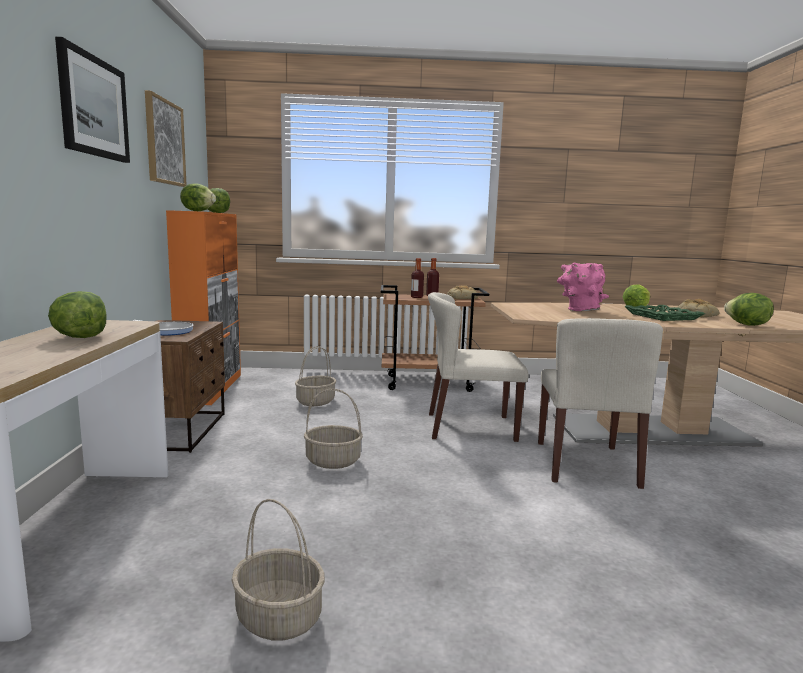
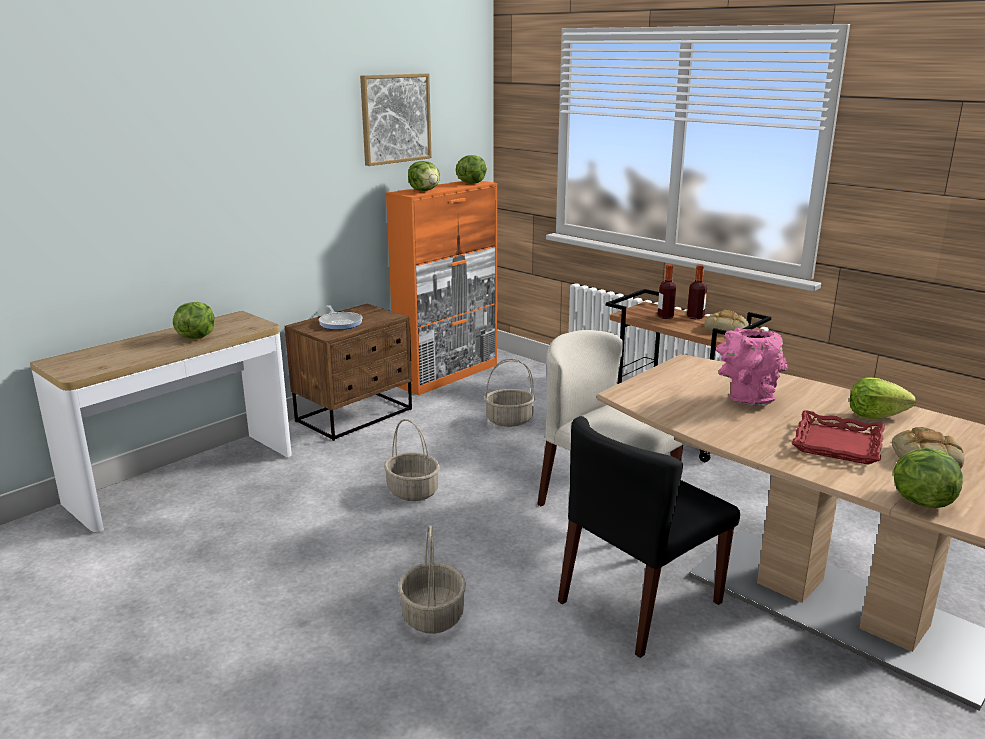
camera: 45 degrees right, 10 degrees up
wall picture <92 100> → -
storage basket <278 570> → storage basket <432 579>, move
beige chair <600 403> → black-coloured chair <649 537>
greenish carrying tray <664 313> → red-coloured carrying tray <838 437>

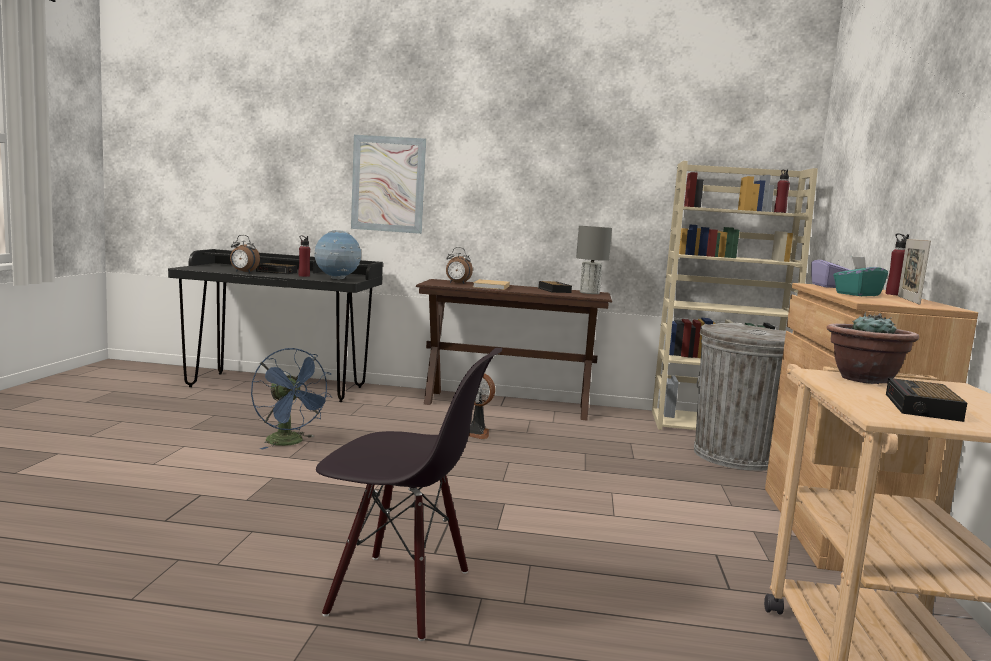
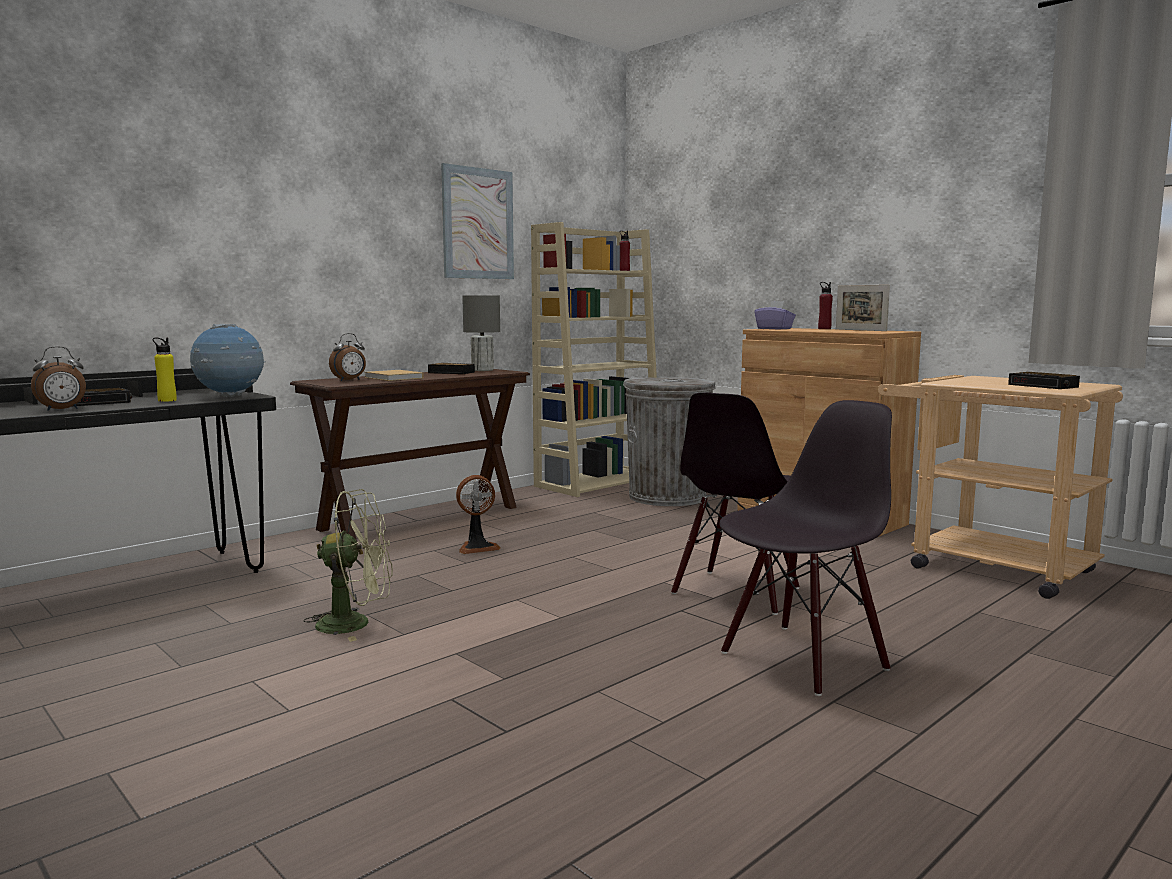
camera: 50 degrees left, 0 degrees up
plant in a pot <873 348> → -
turquoise tissue box <860 276> → -
- → black-coloured chair <735 504>
wall picture <388 184> → wall picture <477 221>, move
blue-coloured cooling fan <292 398> → greenish cooling fan <348 565>
red-coloured drink bottle <304 256> → yellowish drink bottle <164 370>

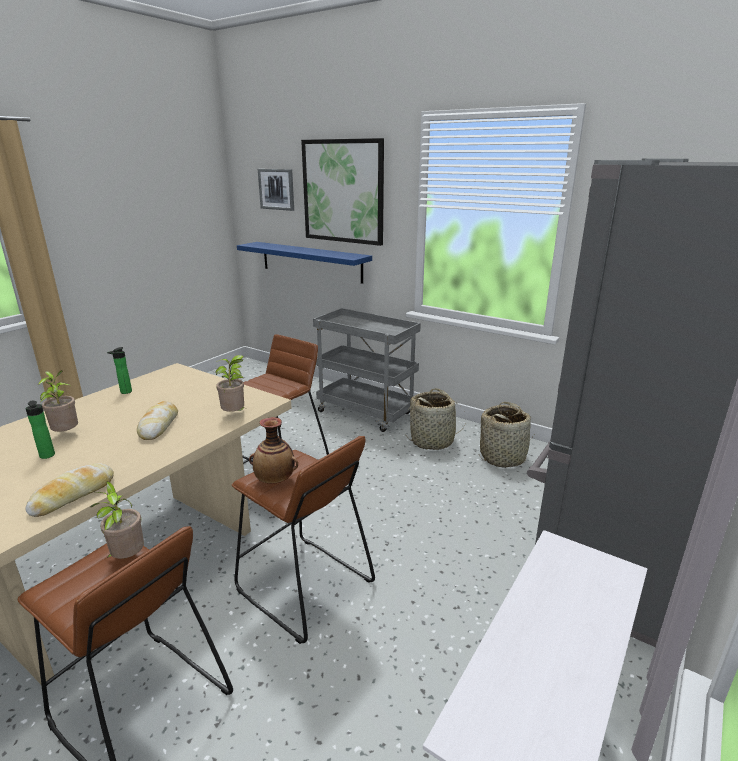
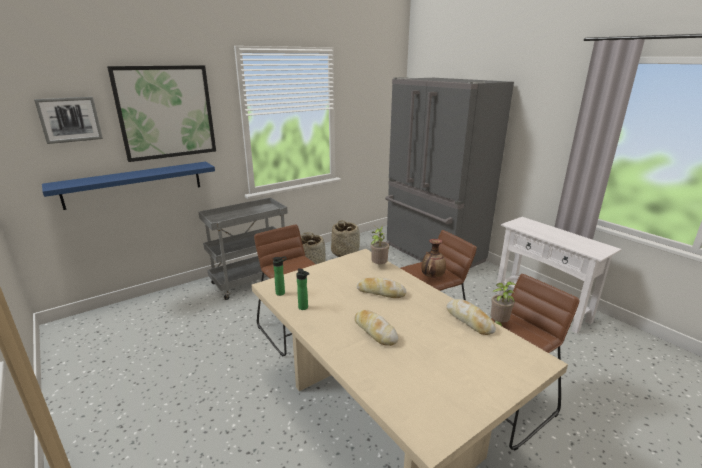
camera: 70 degrees left, 0 degrees up
drink bottle <40 430> → drink bottle <280 276>, move
plant in a pot <58 401> → bread <376 328>

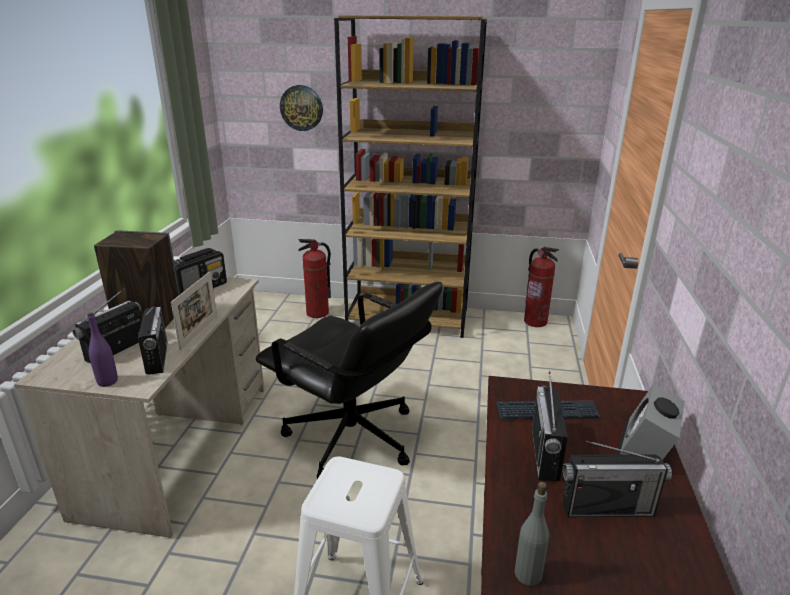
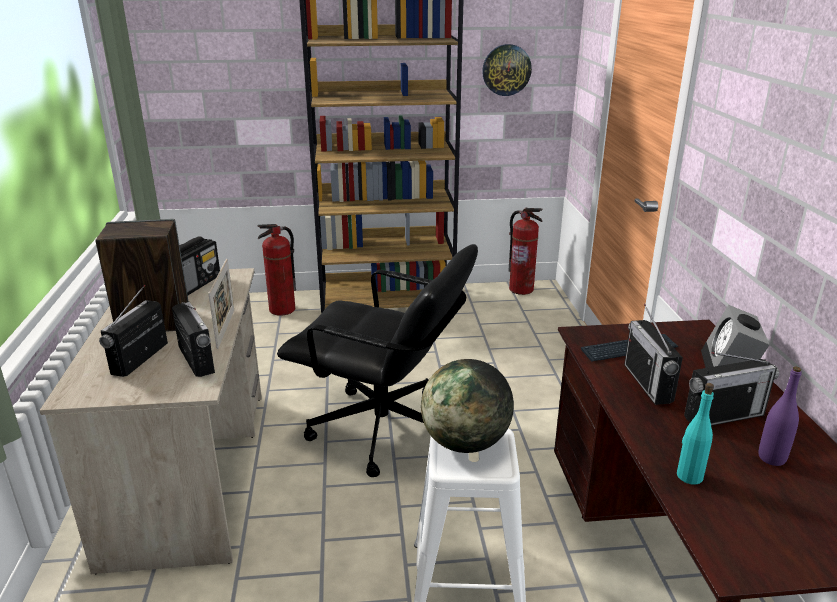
camera: 15 degrees left, 0 degrees up
- → world globe <467 406>
purplish drink bottle <102 349> → purplish drink bottle <779 416>, move
wall clock <301 108> → wall clock <507 70>, move
grey drink bottle <531 534> → turquoise drink bottle <695 434>

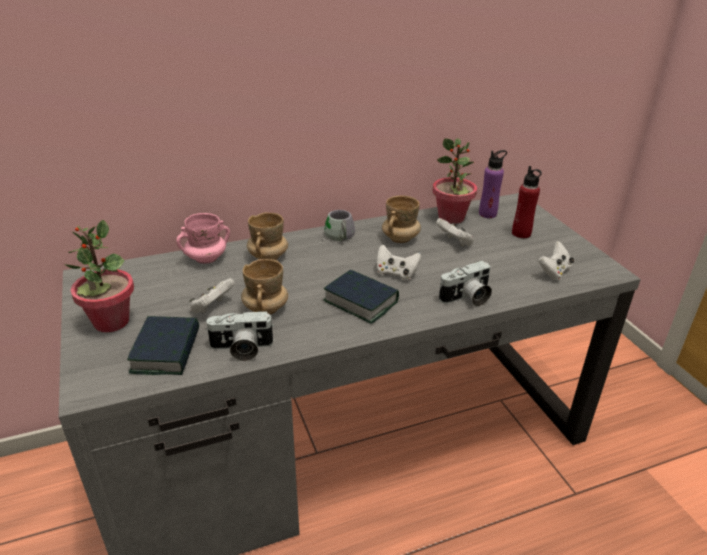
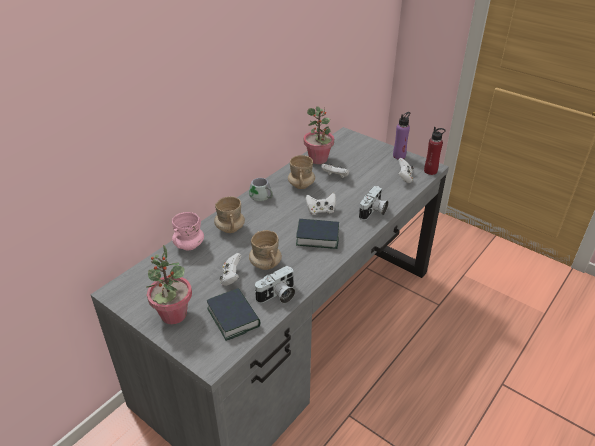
camera: 30 degrees left, 5 degrees up
purplish drink bottle <493 184> → purplish drink bottle <401 135>, move
red-coloured drink bottle <527 202> → red-coloured drink bottle <435 151>, move

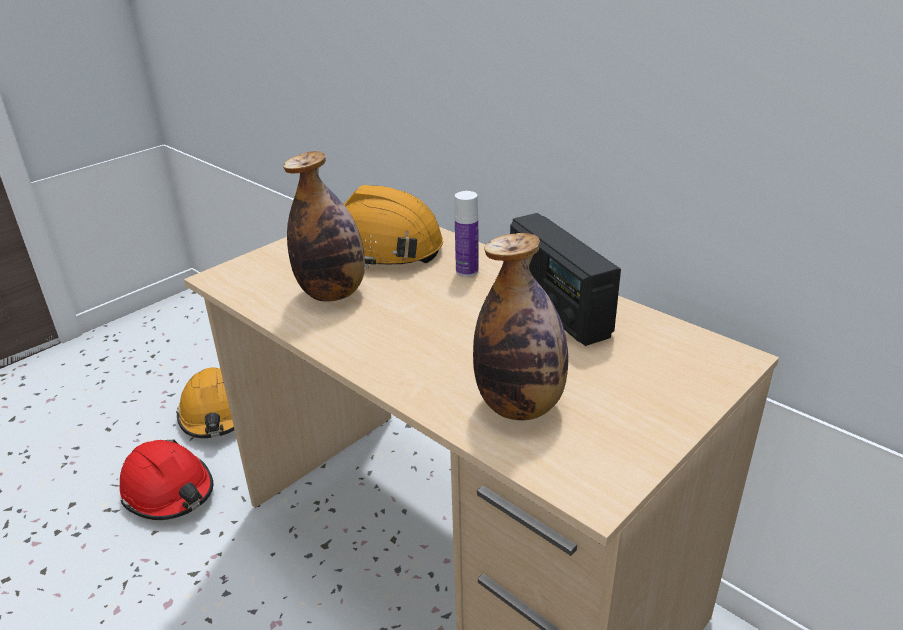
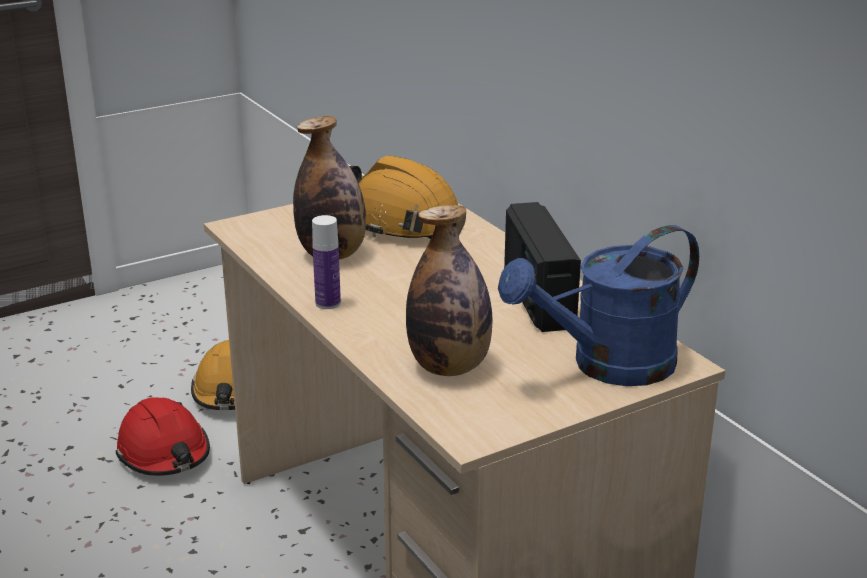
camera: 15 degrees right, 5 degrees down
- → blue-coloured watering can <598 305>
drink bottle <467 234> → drink bottle <326 262>, move

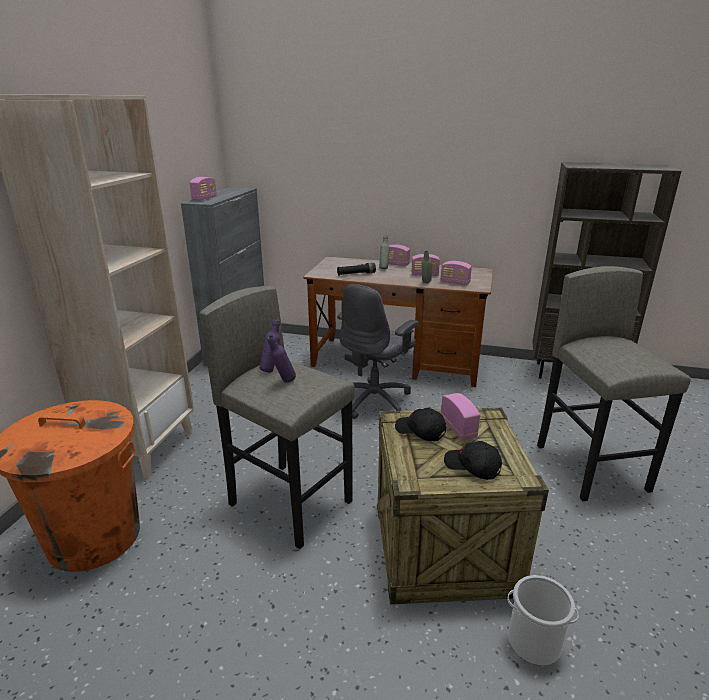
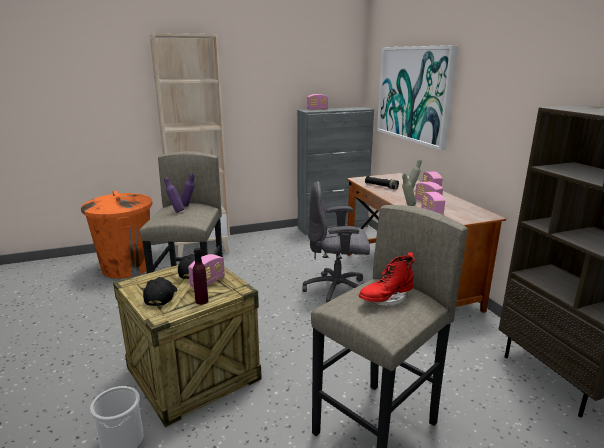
camera: 55 degrees right, 5 degrees down
- → purplish drink bottle <200 276>
- → red-coloured high-top boot <387 279>
- → wall picture <417 97>

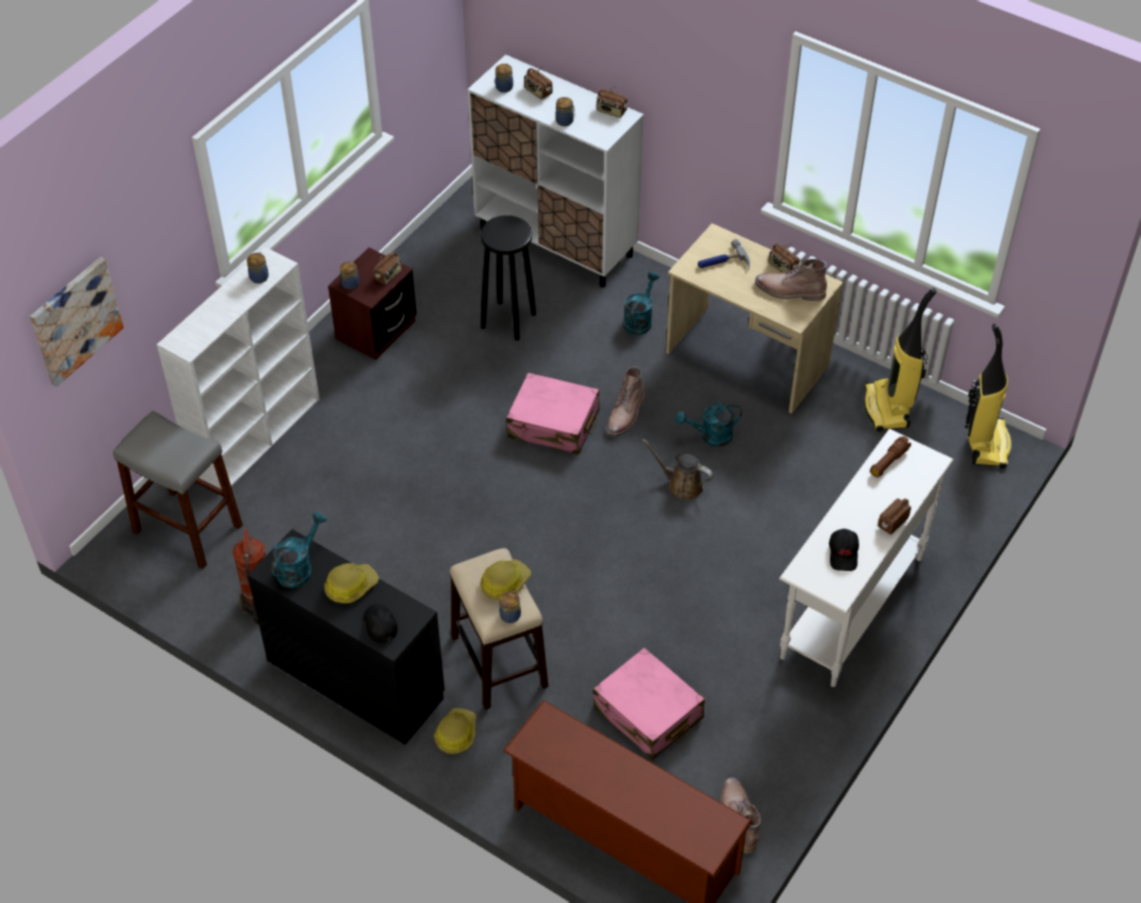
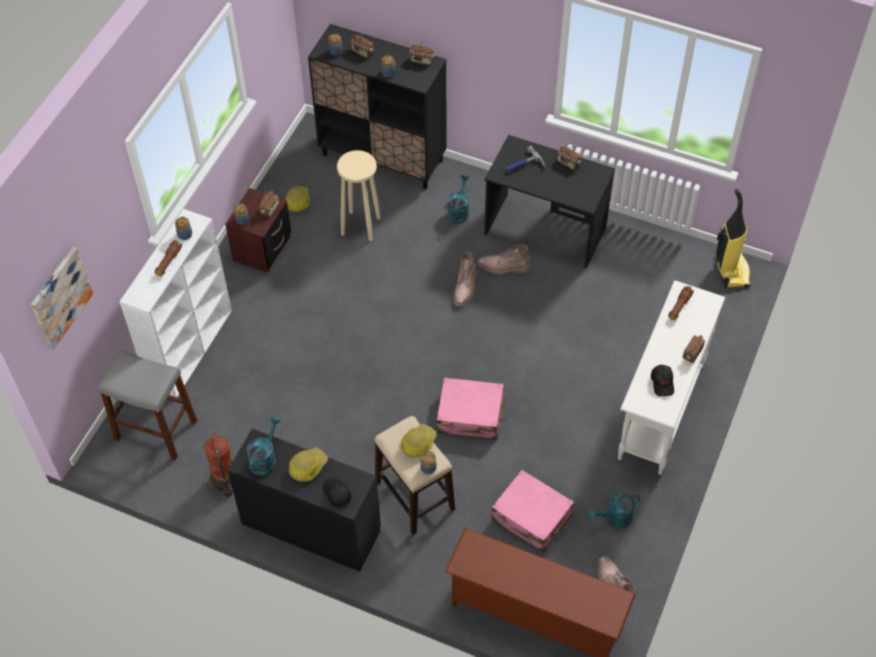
camera: 10 degrees left, 5 degrees up
brown-coloured watering can <677 469> → -
hoover <900 360> → -
- → brown-coloured hand torch <168 258>
safety helmet <455 731> → safety helmet <297 199>, move
pink piece of luggage <553 414> → pink piece of luggage <470 408>, move
turquoise watering can <709 425> → turquoise watering can <614 510>, move
brown-coloured high-top boot <791 280> → brown-coloured high-top boot <504 259>, move
white cabinet <556 171> → black-coloured cabinet <377 106>
black-coloured sitting stool <508 278> → beige sitting stool <359 195>
beige desk <754 318> → black-coloured desk <549 201>

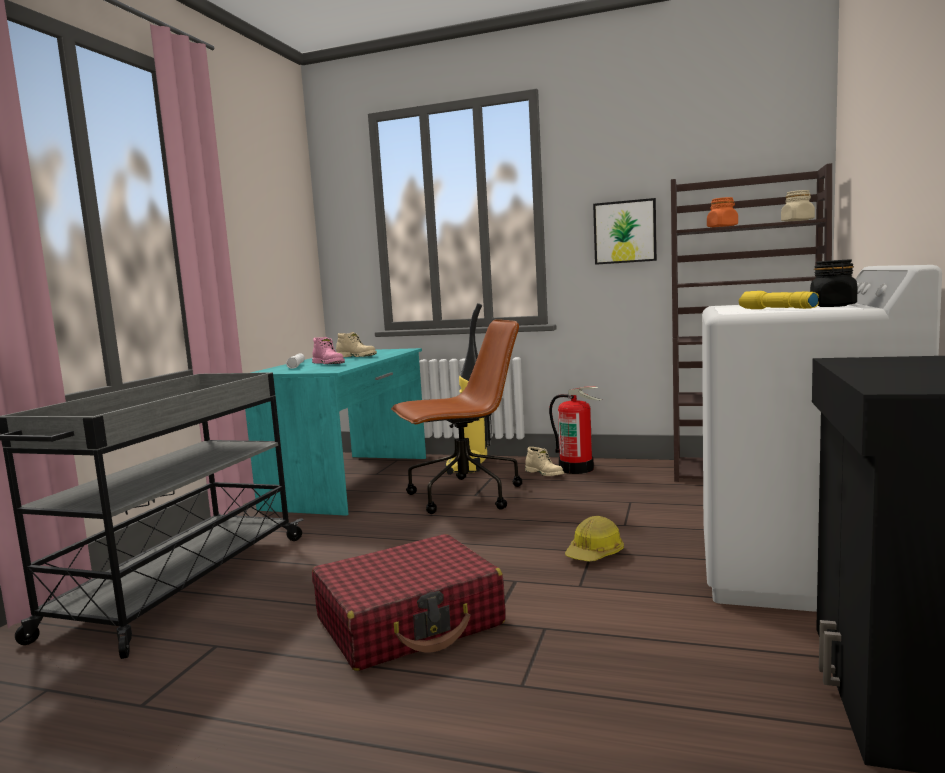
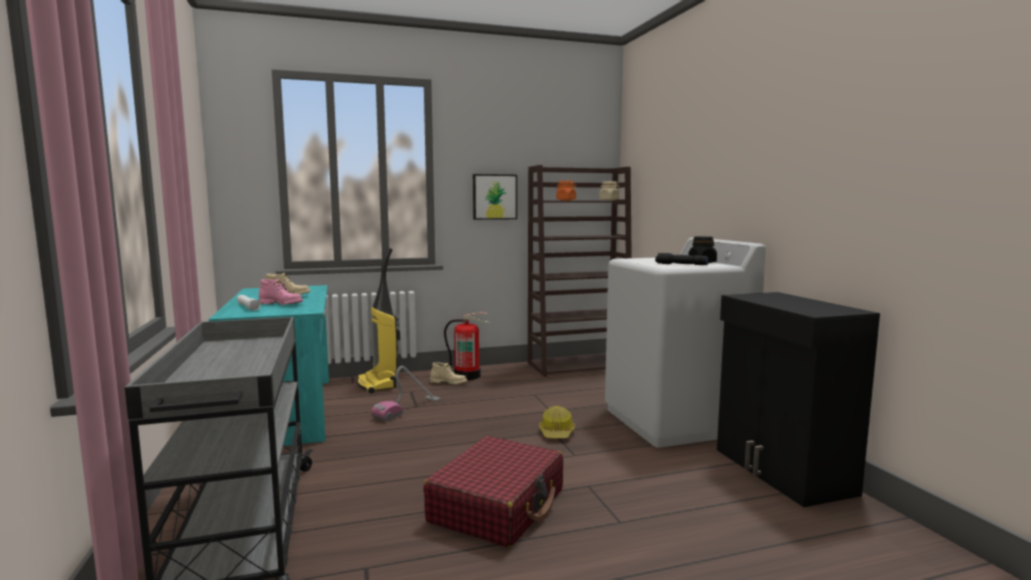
camera: 35 degrees left, 0 degrees up
brown-coloured office chair <456 416> → hoover <406 394>
yellowish hand torch <779 300> → black-coloured hand torch <681 259>

